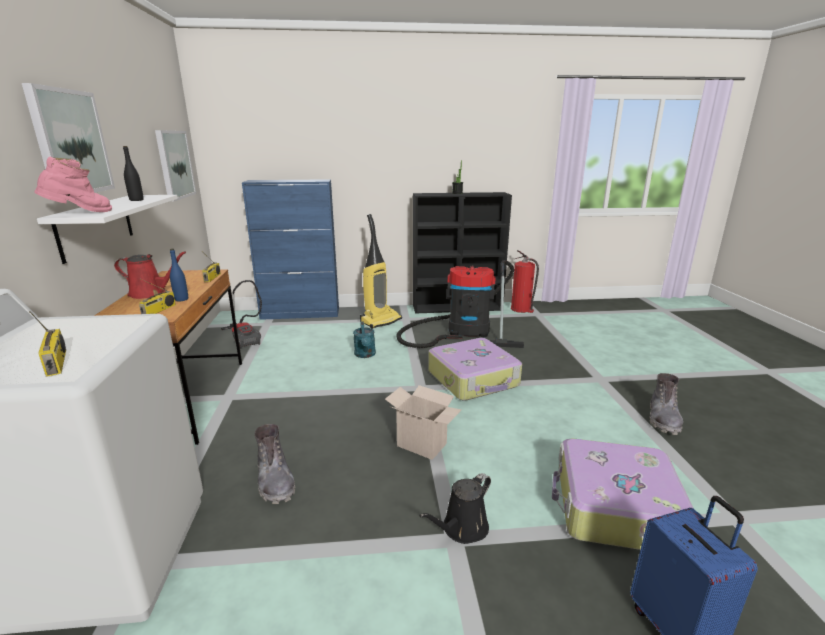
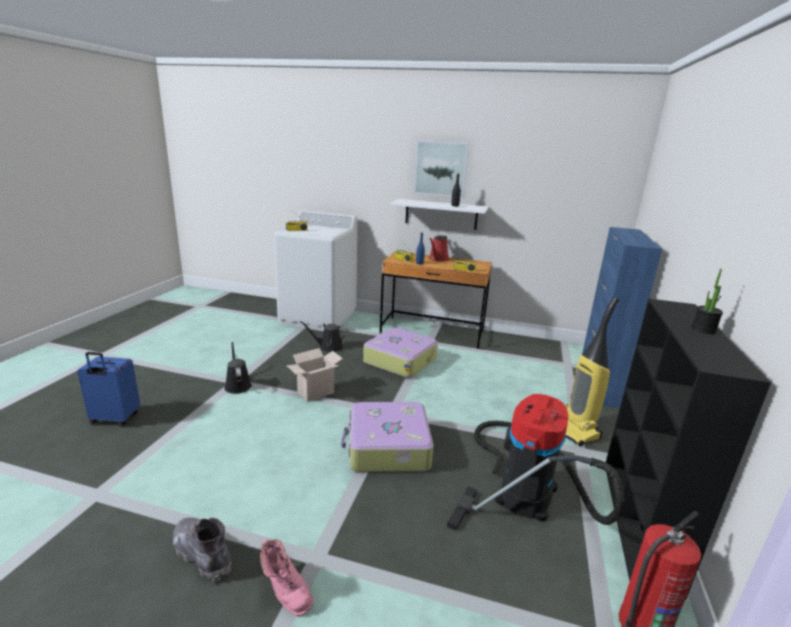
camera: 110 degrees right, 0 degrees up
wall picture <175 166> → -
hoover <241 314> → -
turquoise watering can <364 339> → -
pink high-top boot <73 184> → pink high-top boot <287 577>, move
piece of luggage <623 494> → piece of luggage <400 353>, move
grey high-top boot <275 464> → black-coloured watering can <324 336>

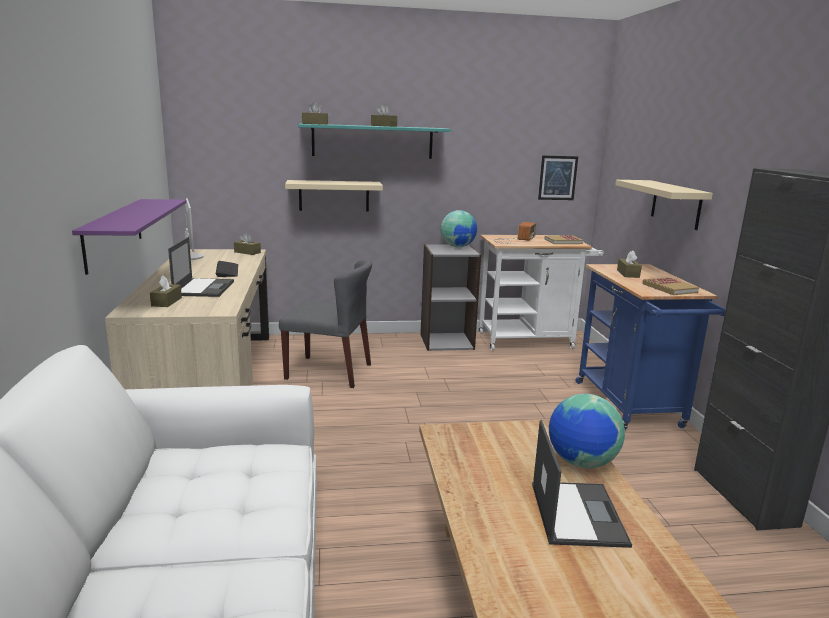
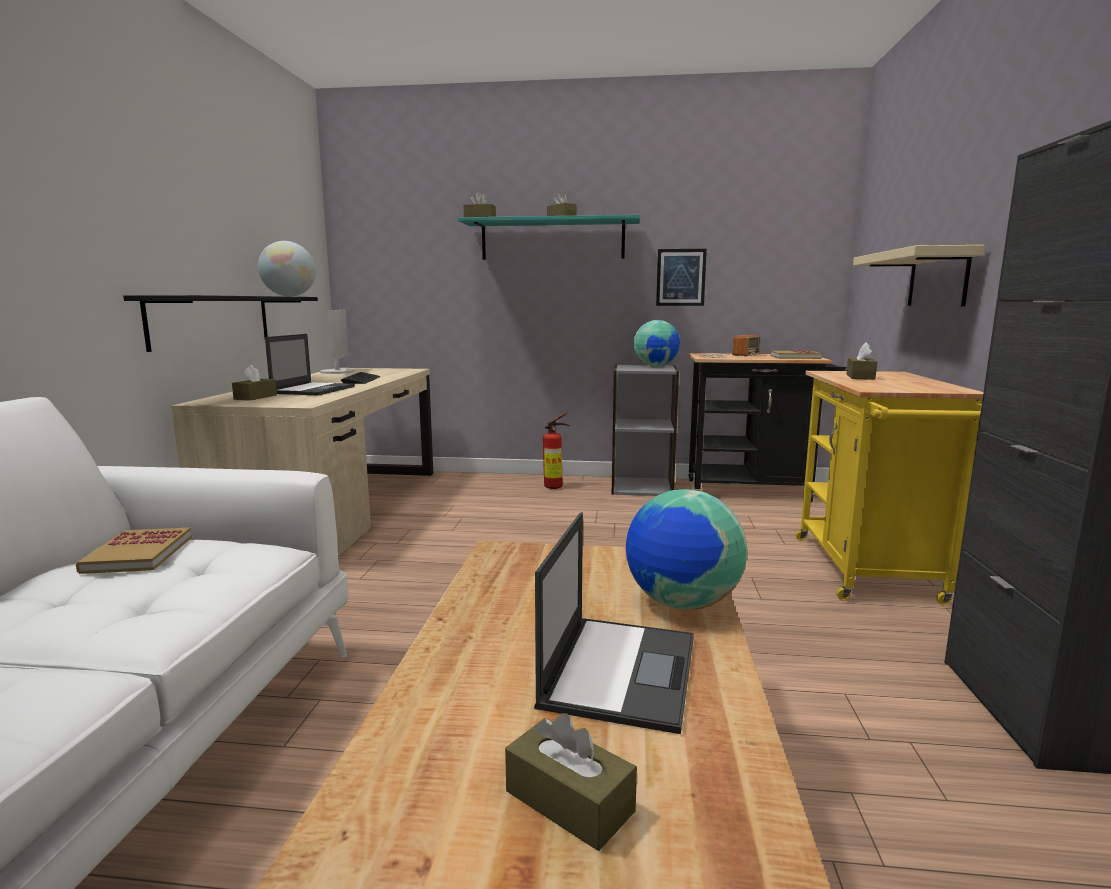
camera: 15 degrees right, 5 degrees down
grey chair <325 324> → -
beige shelf <334 196> → -
- → world globe <287 269>
- → fire extinguisher <556 451>
brown-coloured tissue box <247 244> → brown-coloured tissue box <571 782>, move
wall picture <558 178> → wall picture <681 277>, move
volume <670 286> → volume <134 551>, move
purplish shelf <129 237> → black-coloured shelf <220 323>
white cart <541 293> → black-coloured cart <768 427>
blue-coloured cart <650 347> → yellowish cart <889 488>

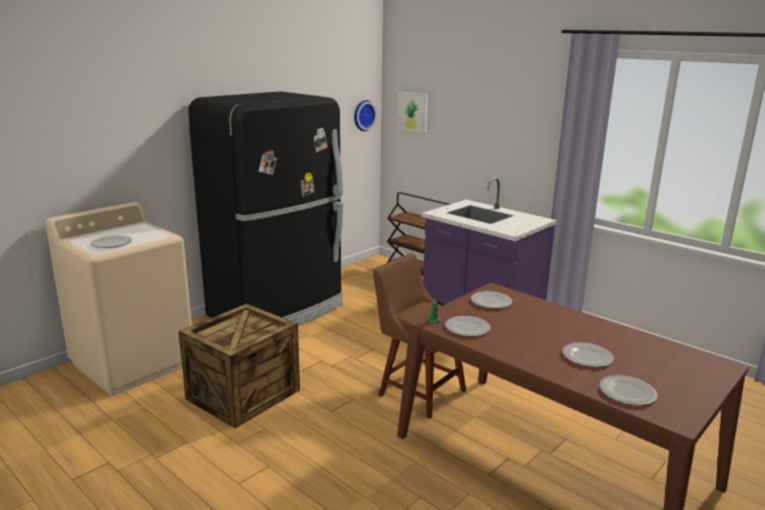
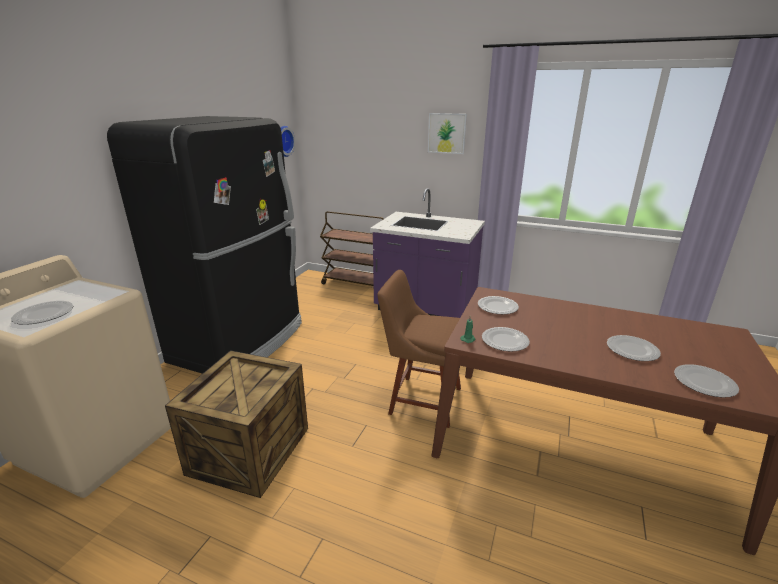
camera: 20 degrees left, 5 degrees up
wall picture <412 111> → wall picture <447 133>, move

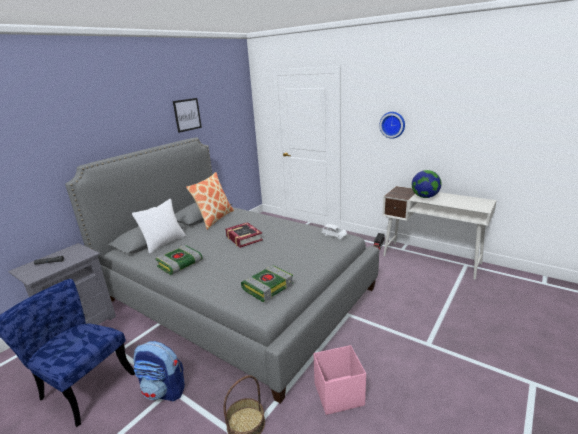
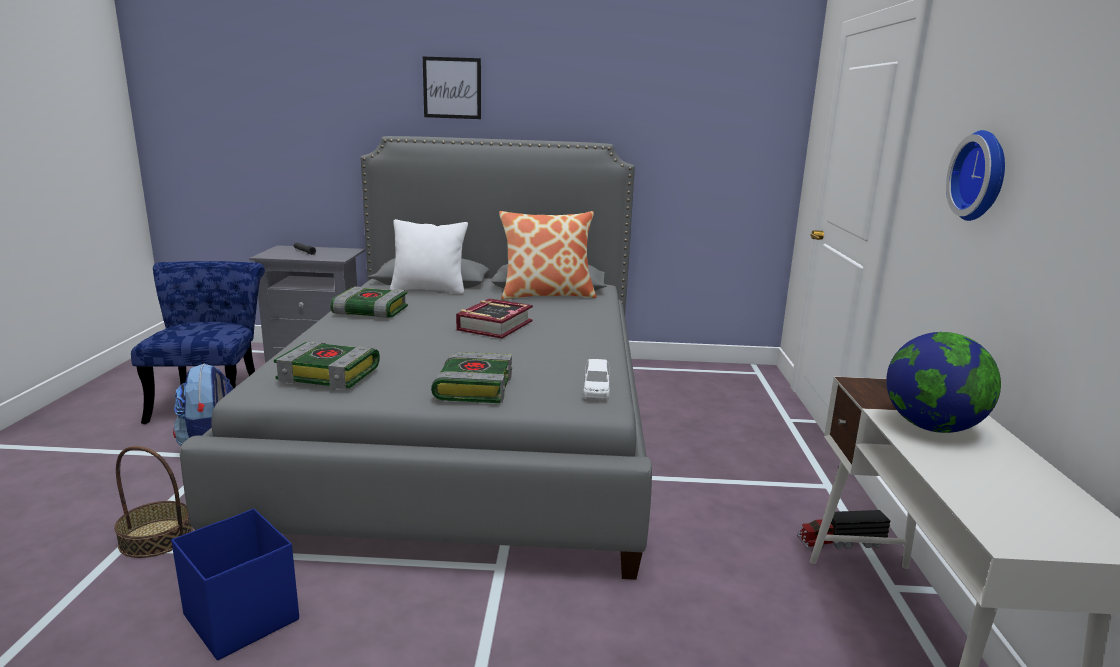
camera: 55 degrees right, 5 degrees down
- → volume <471 377>
wall picture <187 115> → wall picture <452 88>, move
pink storage box <339 380> → blue-coloured storage box <235 584>

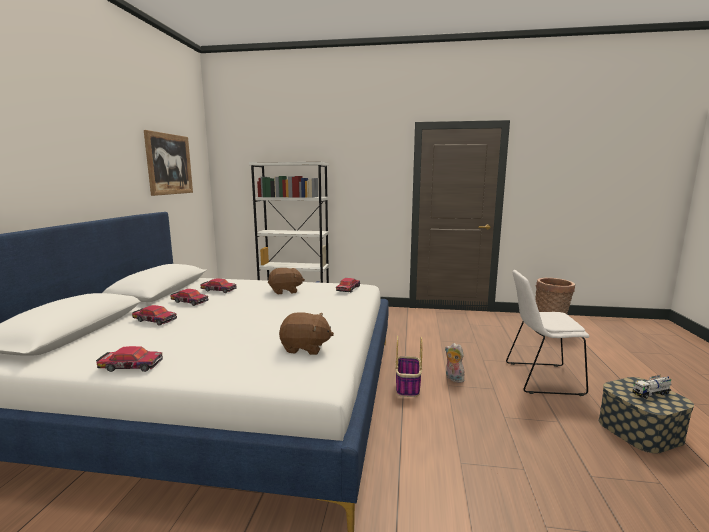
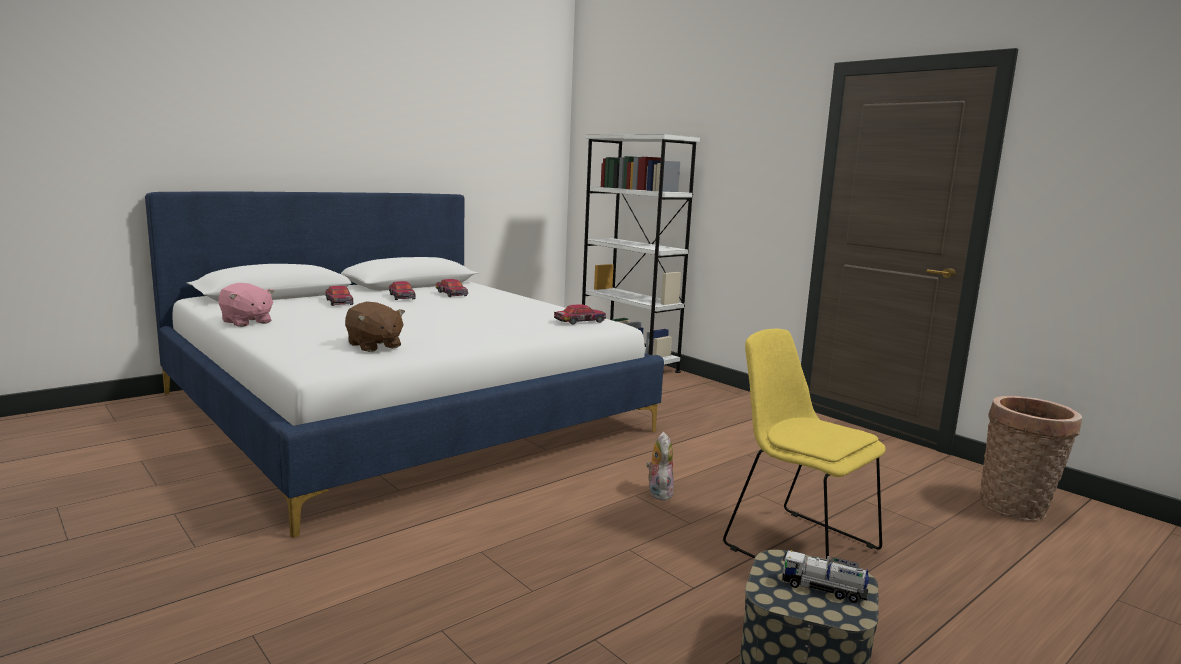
camera: 40 degrees right, 0 degrees up
wall picture <168 163> → -
brown-coloured cuddly toy <286 281> → -
storage basket <408 366> → -
toy car <129 359> → pink cuddly toy <246 305>
white chair <547 333> → yellowish chair <804 444>

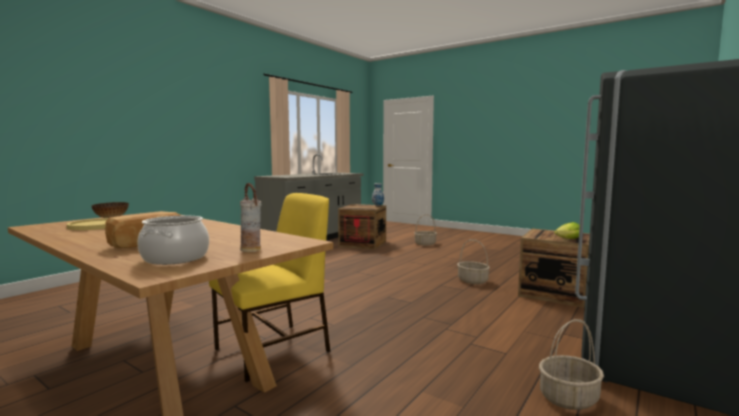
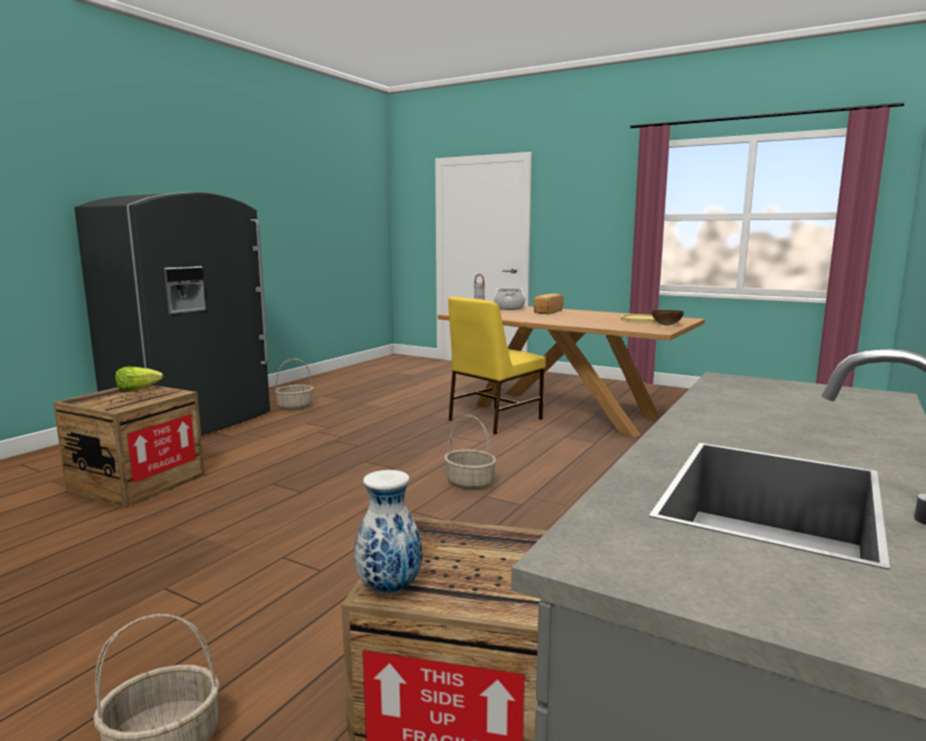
camera: 175 degrees right, 5 degrees up
storage basket <473 261> → storage basket <470 452>, move

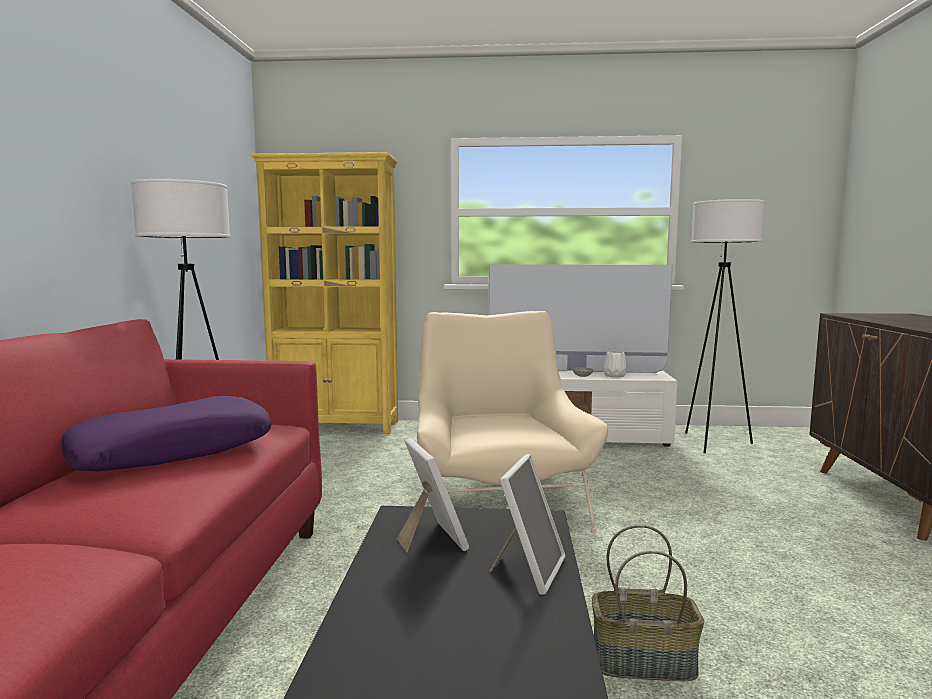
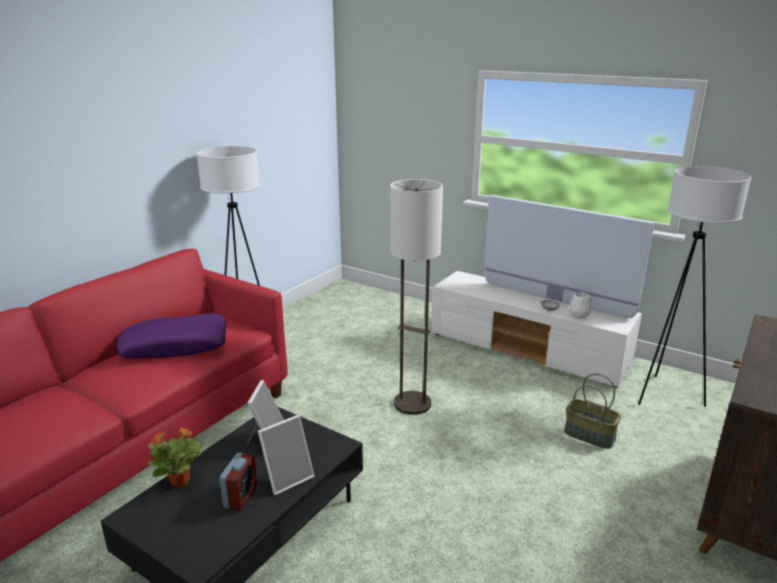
camera: 30 degrees right, 15 degrees up
yellowish shelving unit <324 293> → -
- → plant in a pot <175 457>
- → alarm clock <238 481>
storage basket <648 603> → storage basket <592 411>, move
beige easy chair <512 422> → floor lamp <416 297>

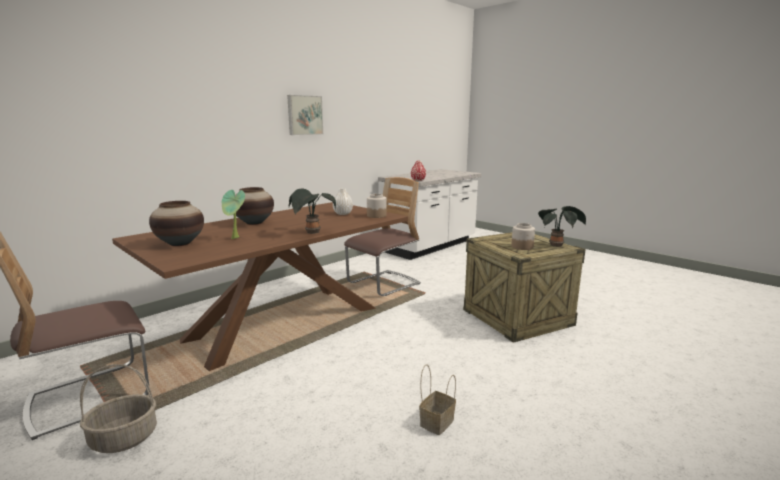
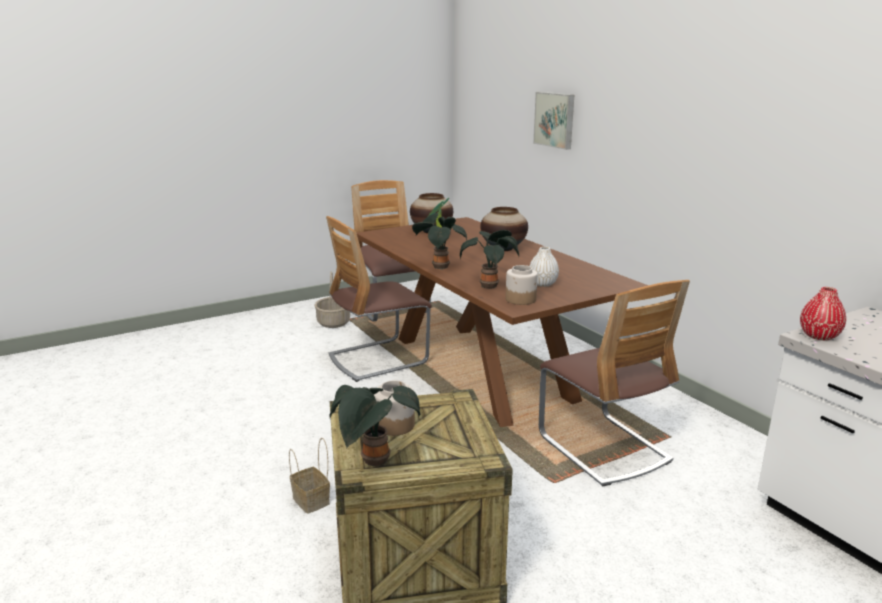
camera: 105 degrees right, 5 degrees up
- → chair <379 299>
- → plant in a pot <489 259>
wall picture <305 115> → wall picture <553 121>, move
storage basket <437 400> → storage basket <309 476>, move

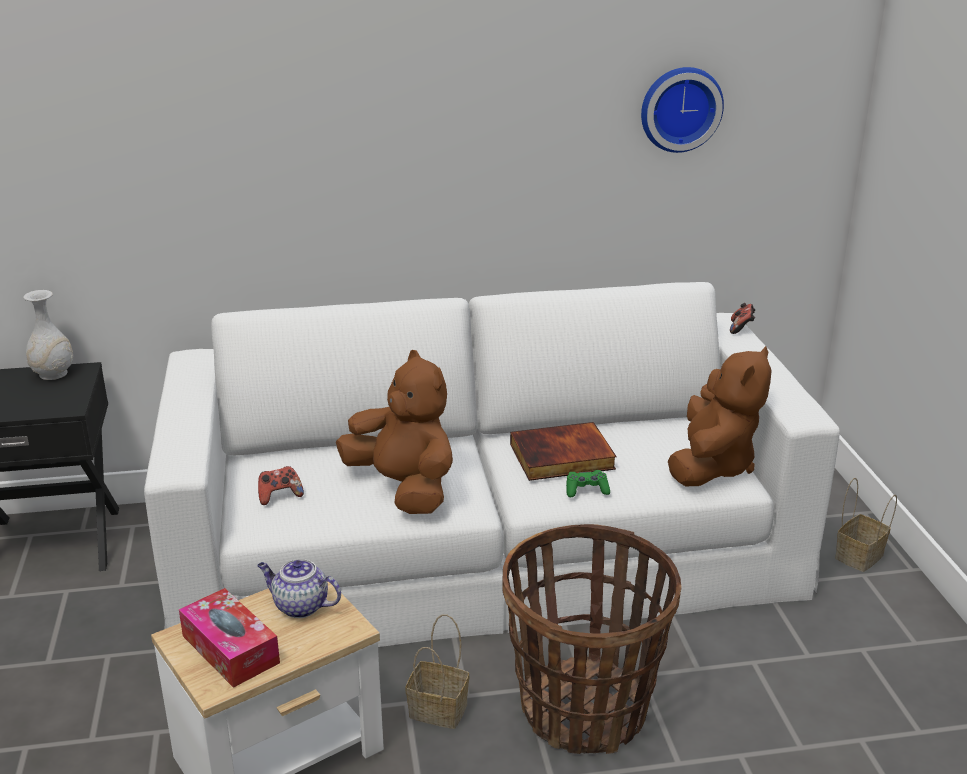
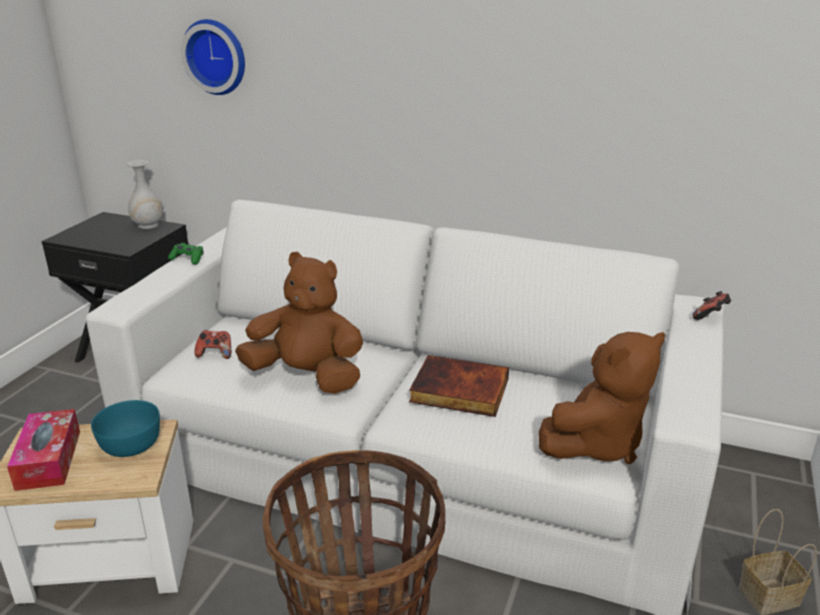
camera: 30 degrees right, 0 degrees up
storage basket <437 671> → -
greenish game controller <588 483> → greenish game controller <185 253>, move
wall clock <682 110> → wall clock <213 57>, move
pot for tea <299 588> → turquoise deep dish <125 428>
brown-coloured cuddly toy <394 432> → brown-coloured cuddly toy <299 323>, 60 degrees counterclockwise

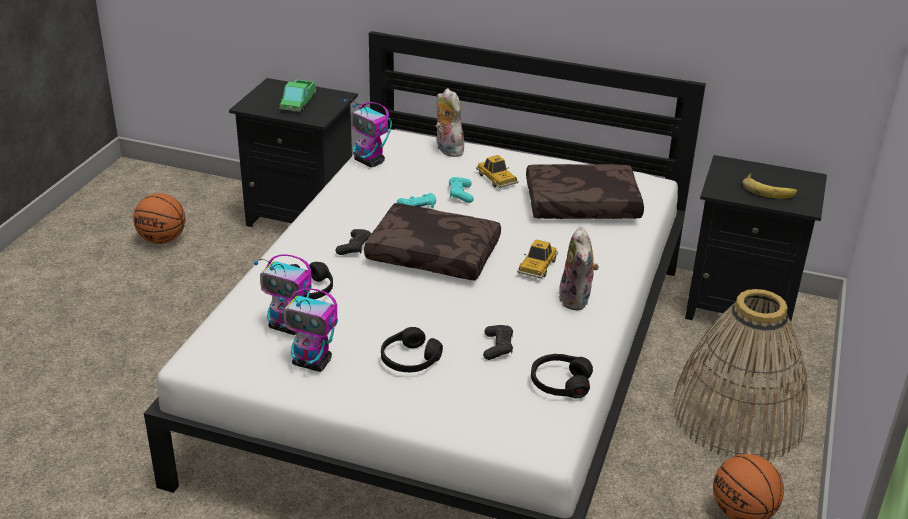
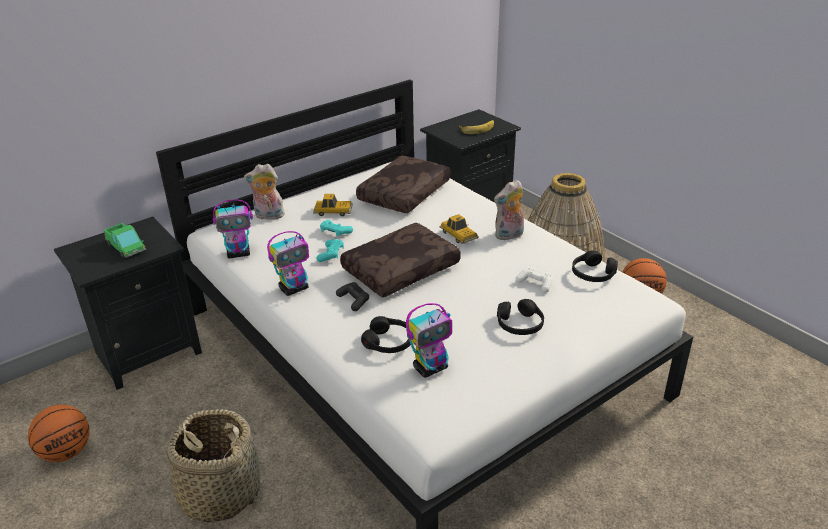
camera: 55 degrees left, 0 degrees up
- → storage basket <214 466>
toy robot <308 330> → toy robot <288 263>, move
black-coloured game controller <498 342> → white game controller <534 279>
cuddly toy <579 268> → cuddly toy <509 210>, 120 degrees clockwise

